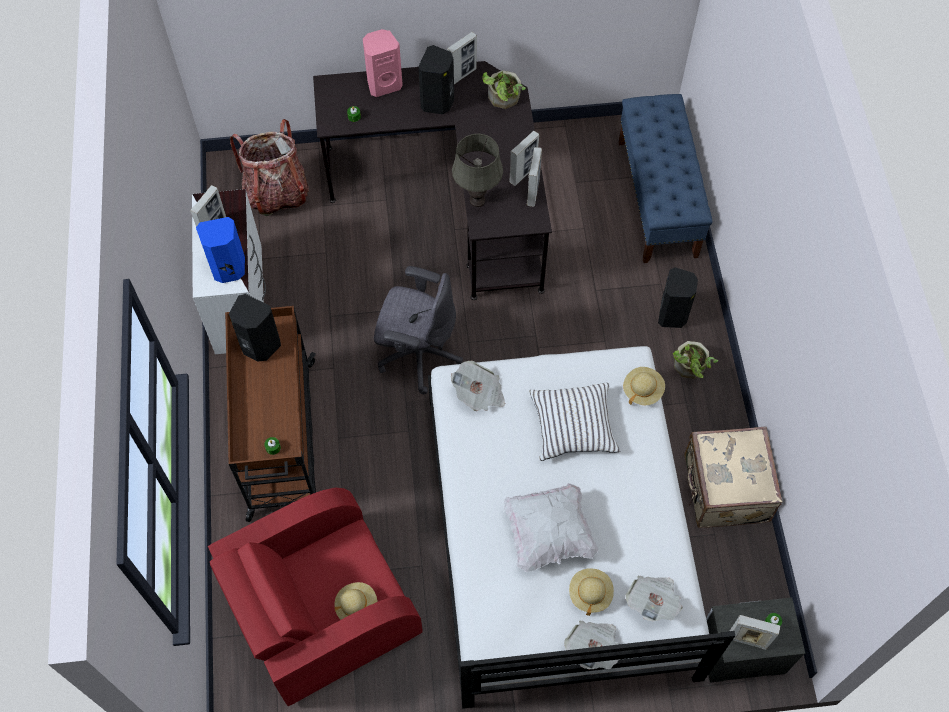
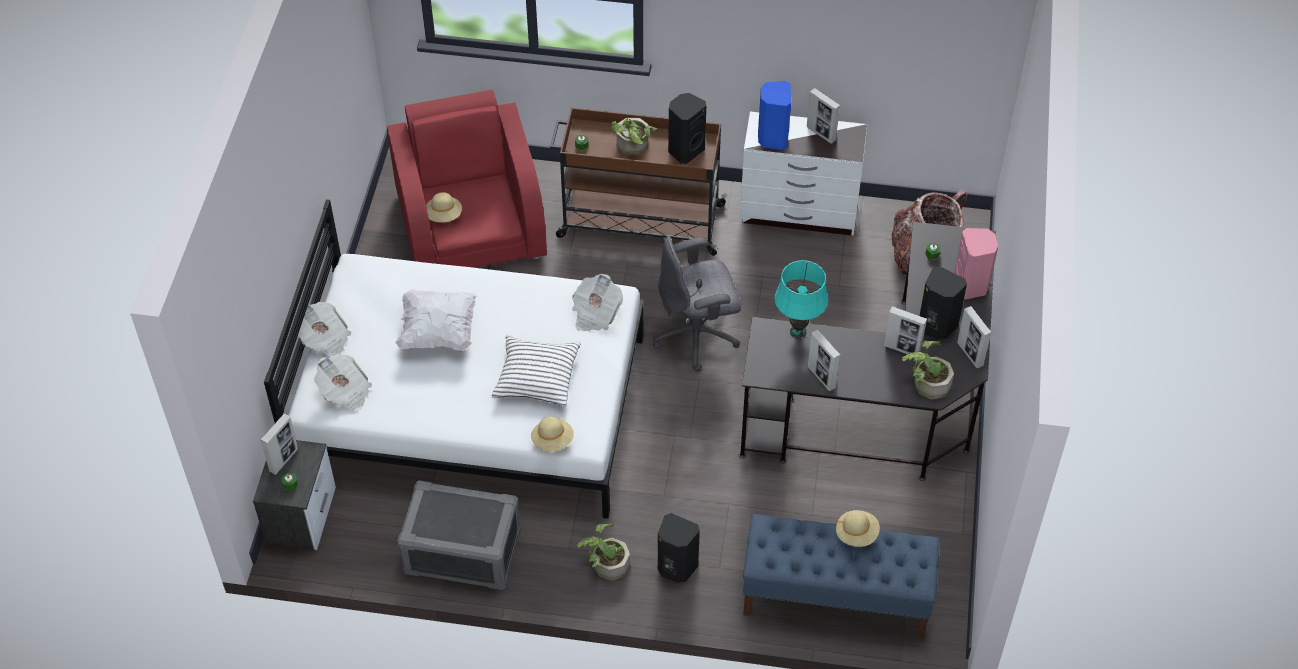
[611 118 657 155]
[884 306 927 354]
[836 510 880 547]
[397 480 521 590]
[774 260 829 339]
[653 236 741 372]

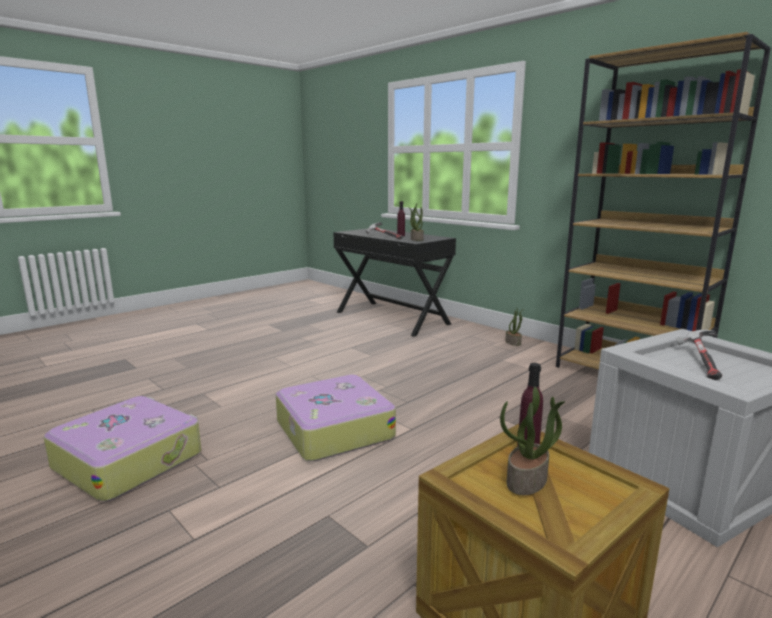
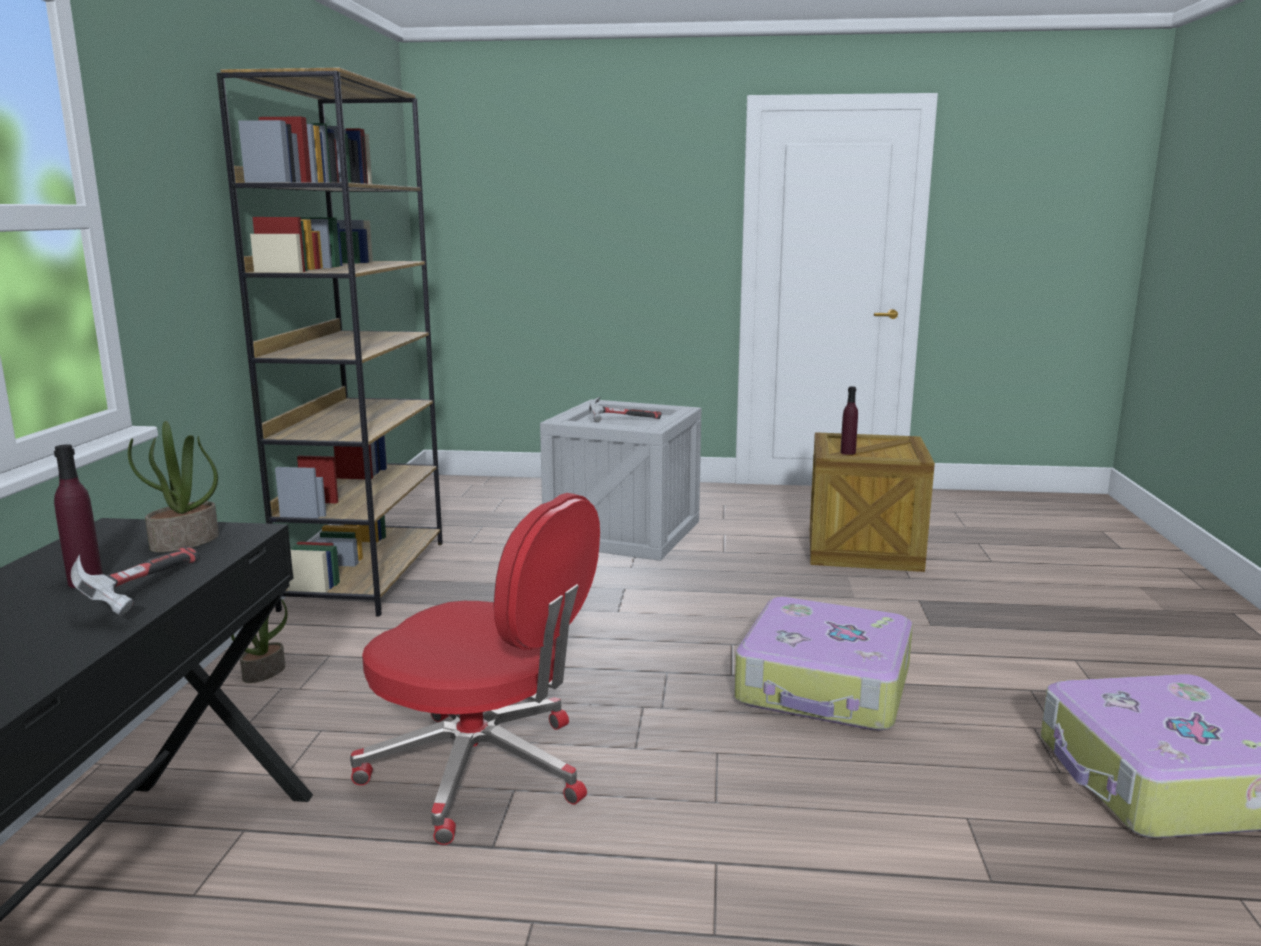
[500 387 565 495] (first image)
[350 493 600 845]

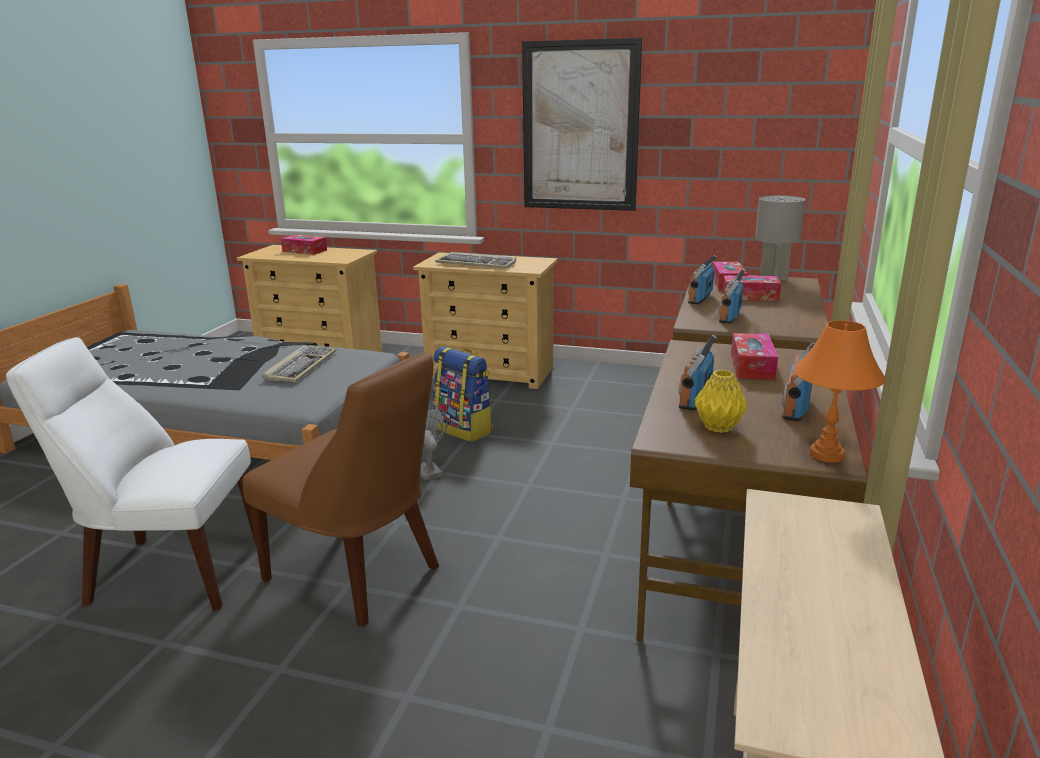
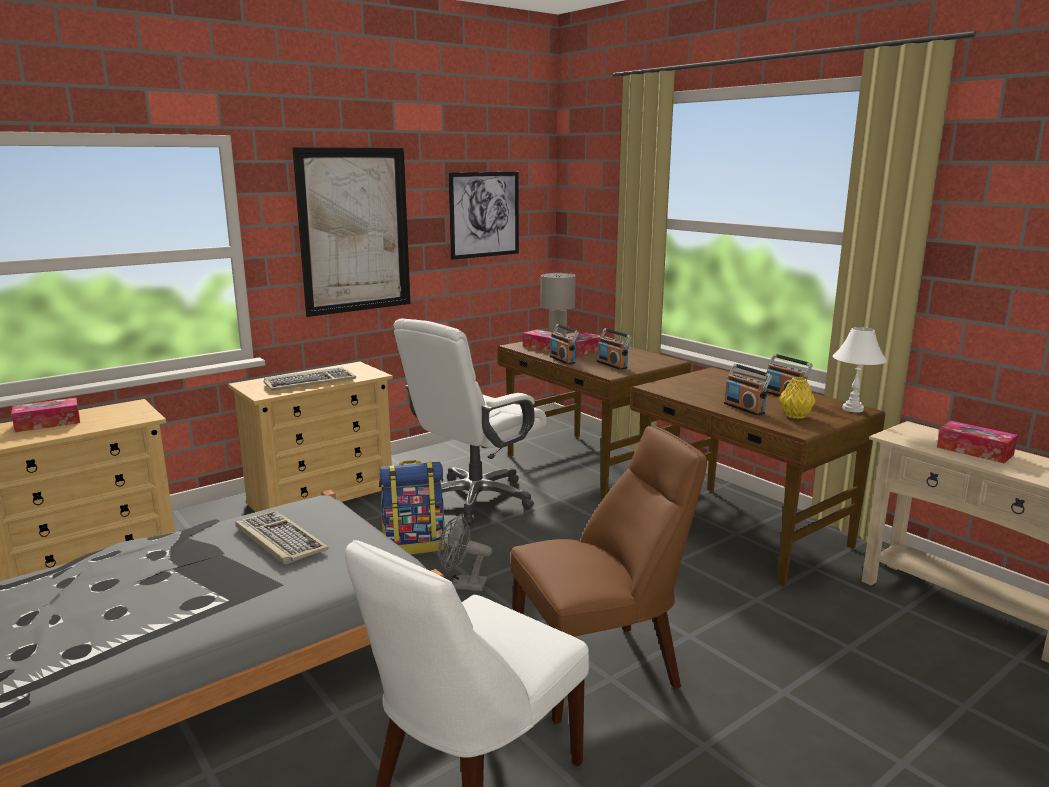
[394 319 547 525]
[449 172 519 260]
[937 421 1018 463]
[833 327 887 412]

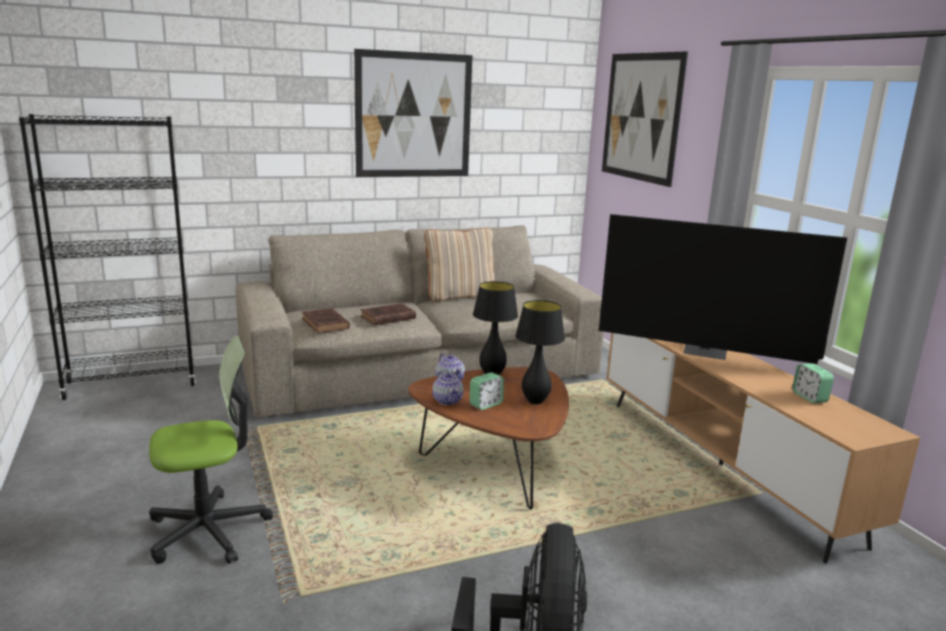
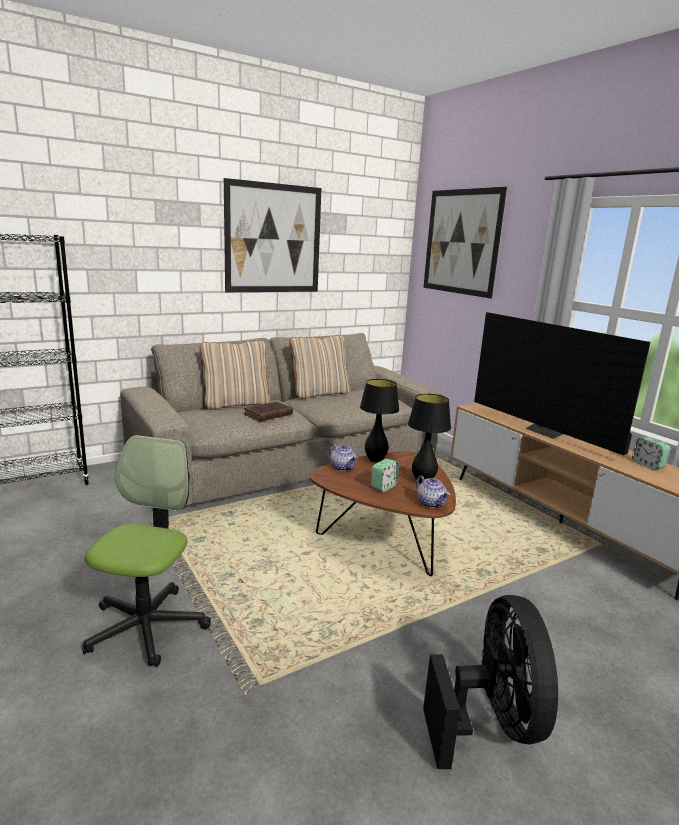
[302 308 350 333] (first image)
[200 340 270 410]
[416 475 450 508]
[82 435 211 667]
[474 312 650 455]

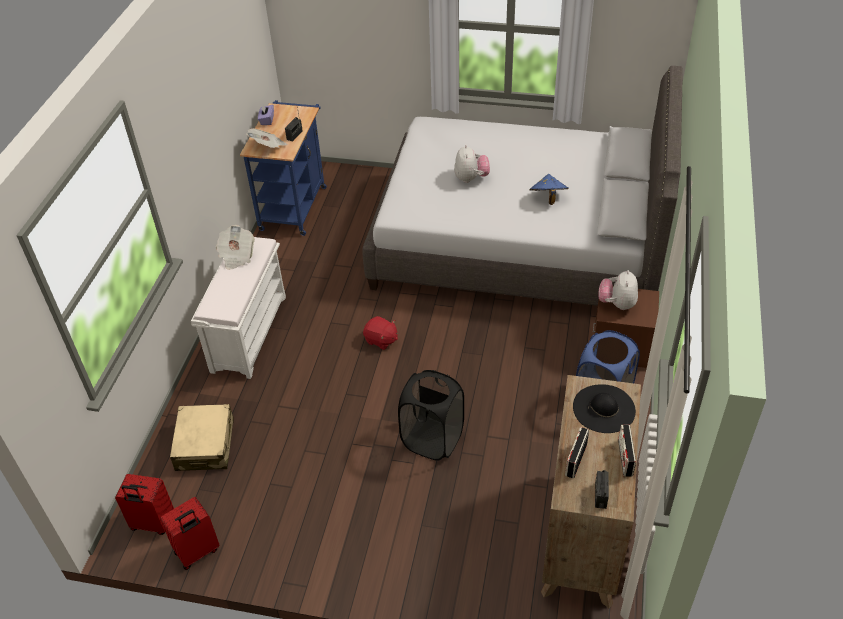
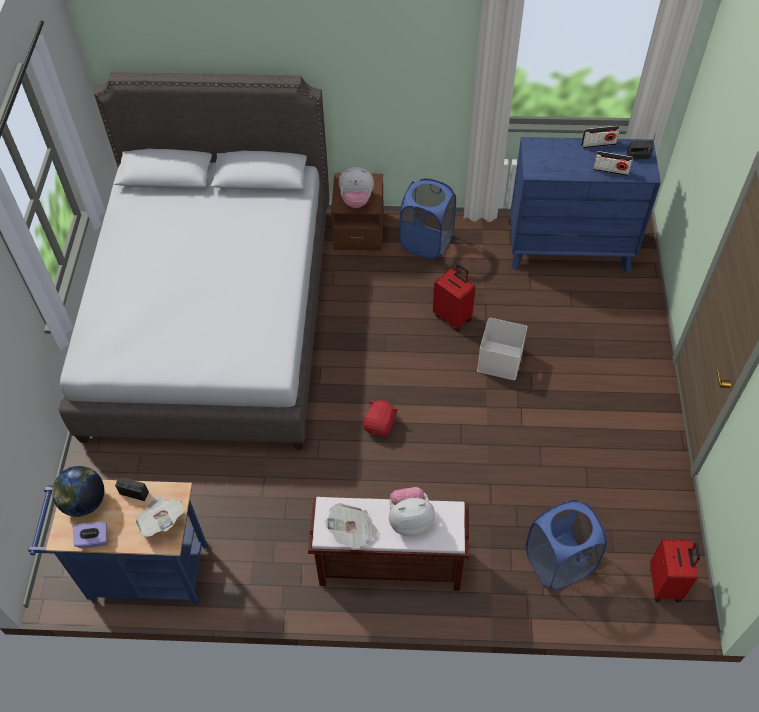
[529 174 569 205] (first image)
[573 384 636 433] (first image)
[52 466 104 517]
[433 264 475 332]
[389 487 435 536]
[526 500 606 590]
[477 318 527 380]
[308 497 469 591]
[509 137 661 273]

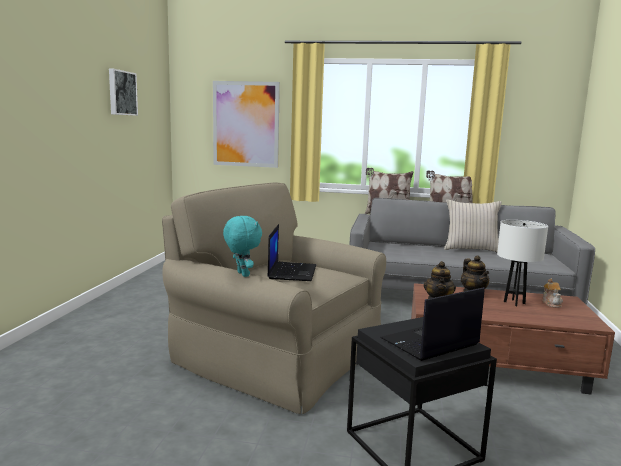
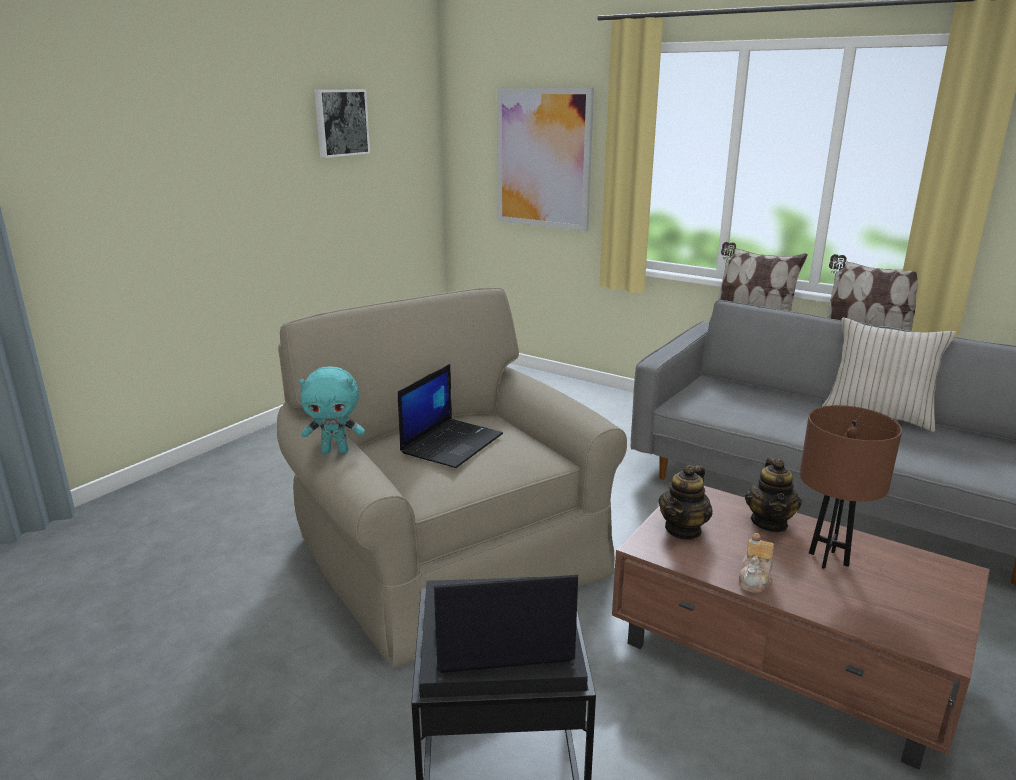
[738 533 774 593]
[800 405 902 569]
[299 366 365 454]

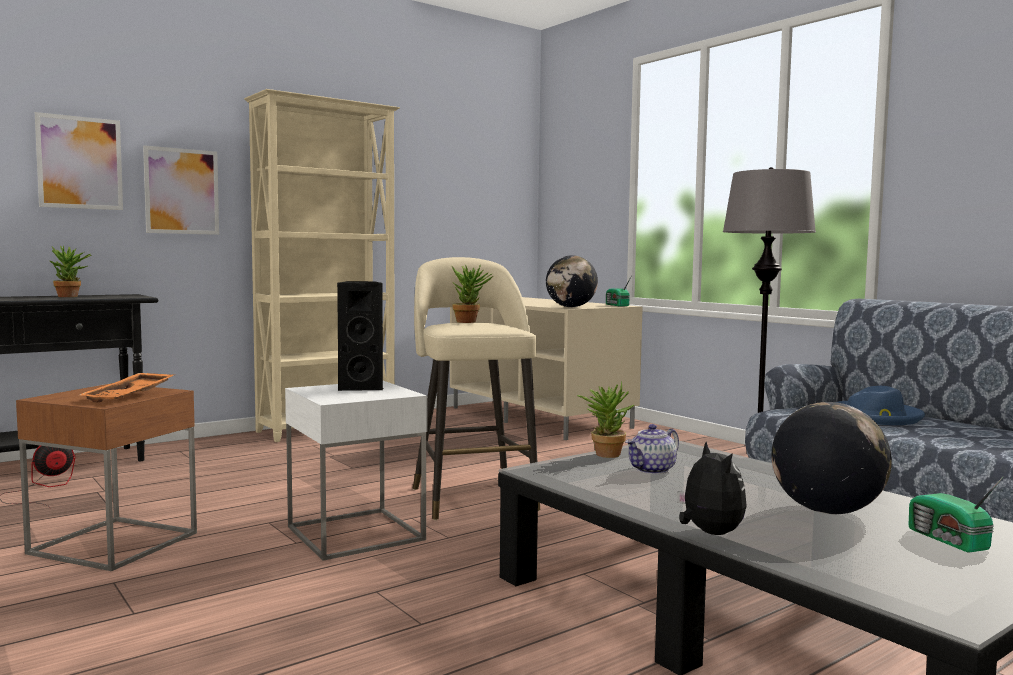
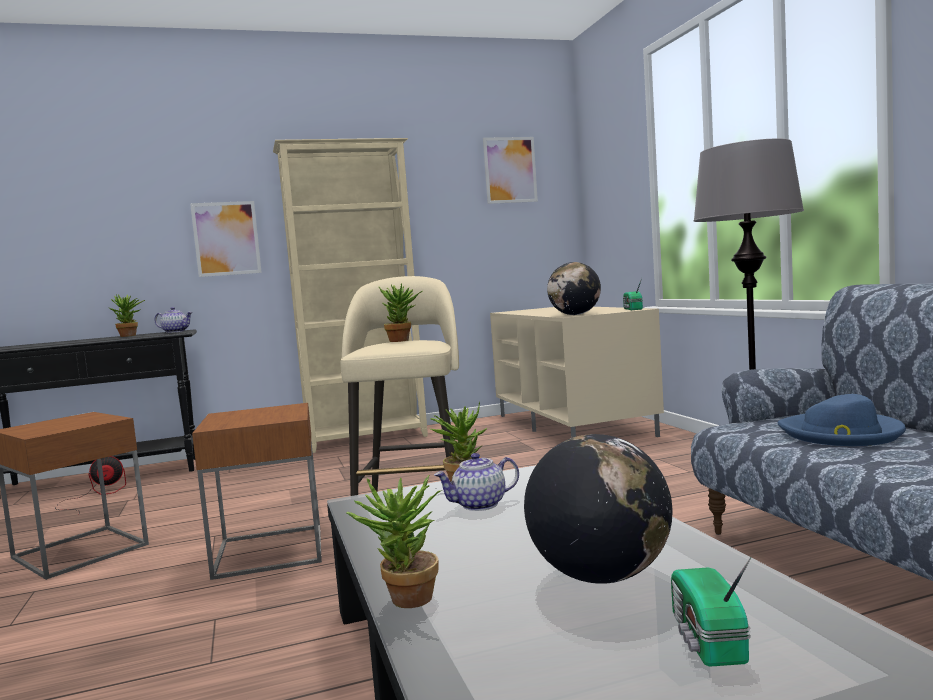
[80 373 174 402] (first image)
[337 281 383 391] (first image)
[154 307 193 333]
[483 137 538 204]
[347 474 442 608]
[192 403 322 580]

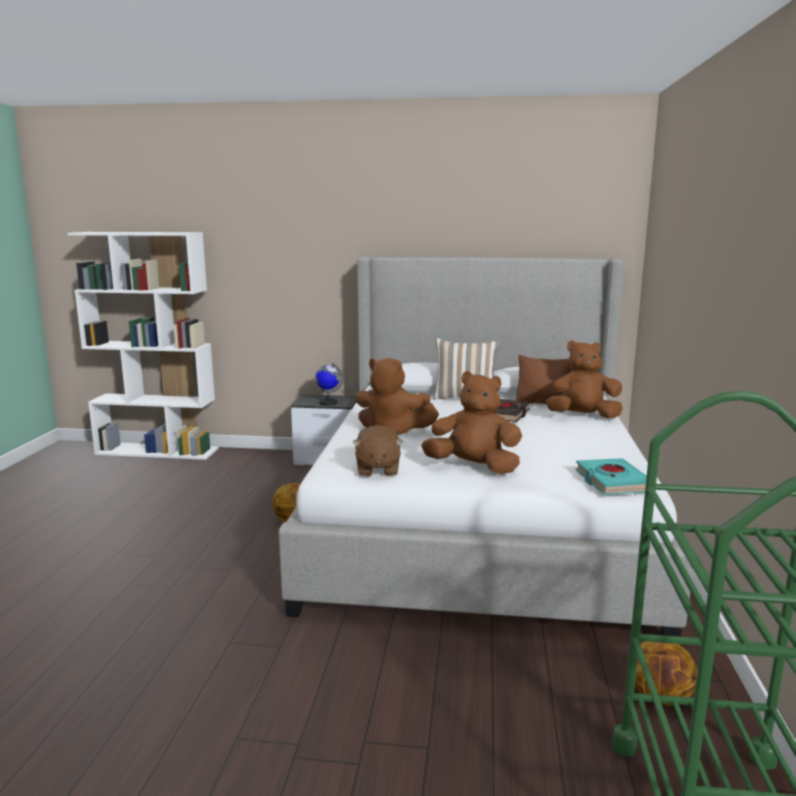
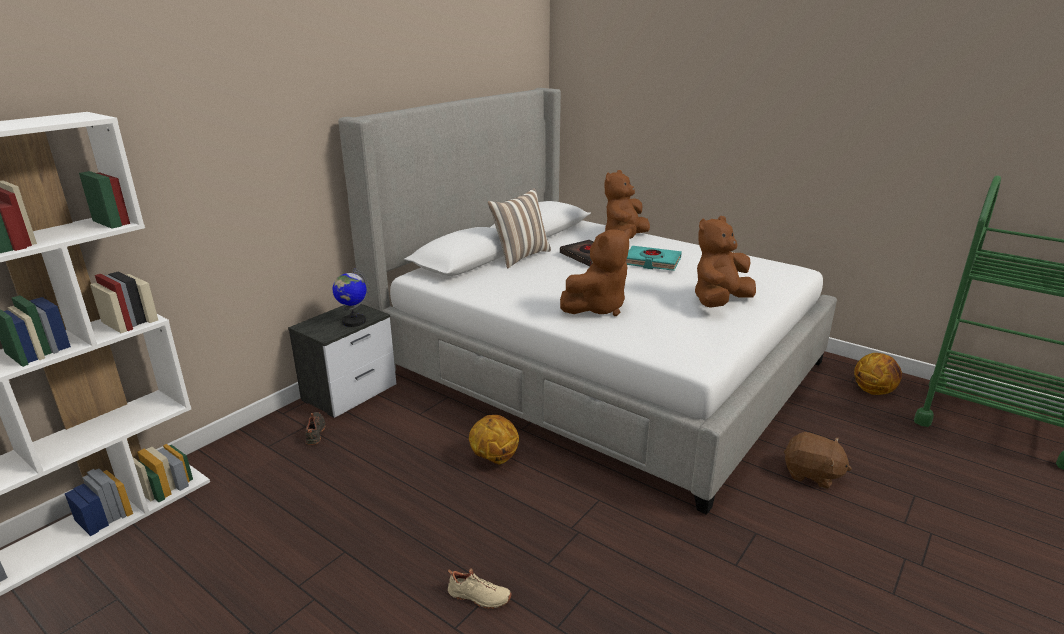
[516 355 573 404] (first image)
[305 412 325 445]
[448 568 511 609]
[784 432 852 489]
[626 246 682 271]

